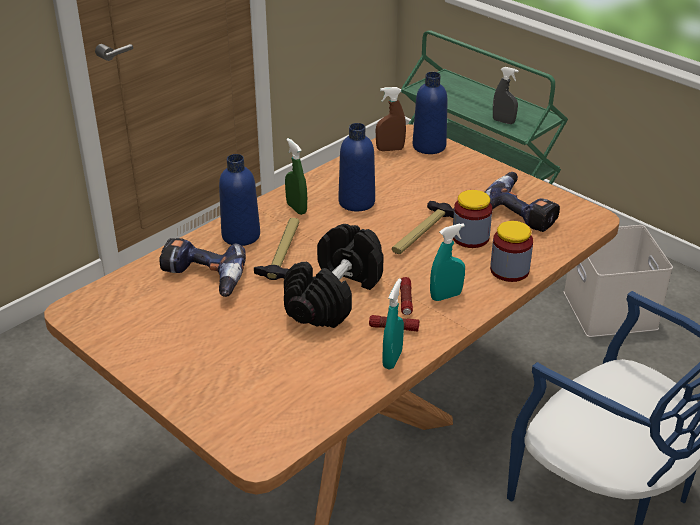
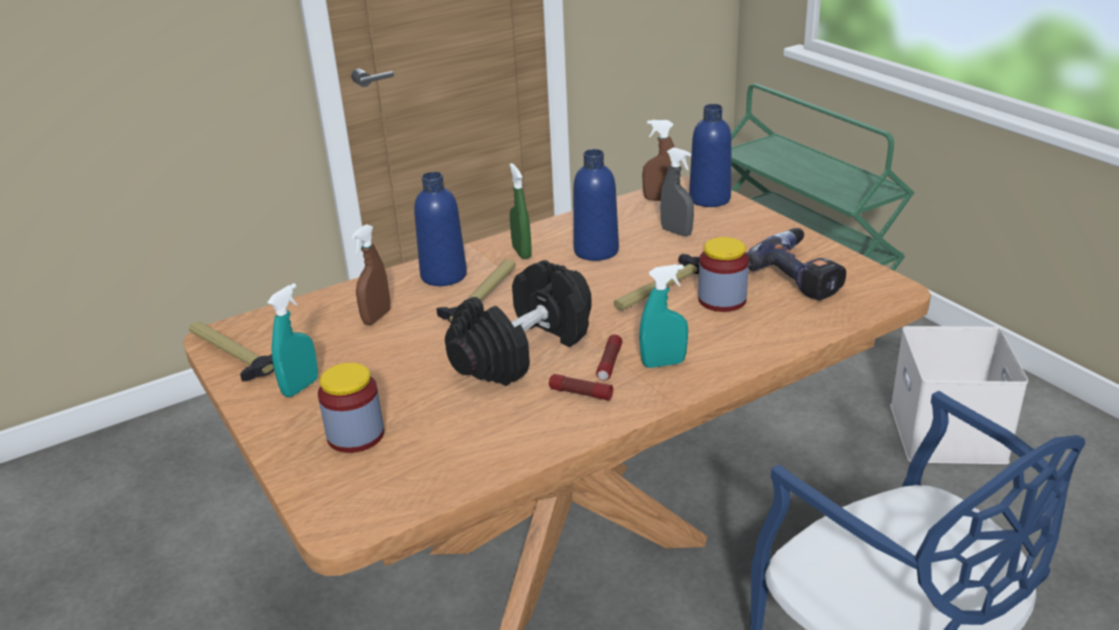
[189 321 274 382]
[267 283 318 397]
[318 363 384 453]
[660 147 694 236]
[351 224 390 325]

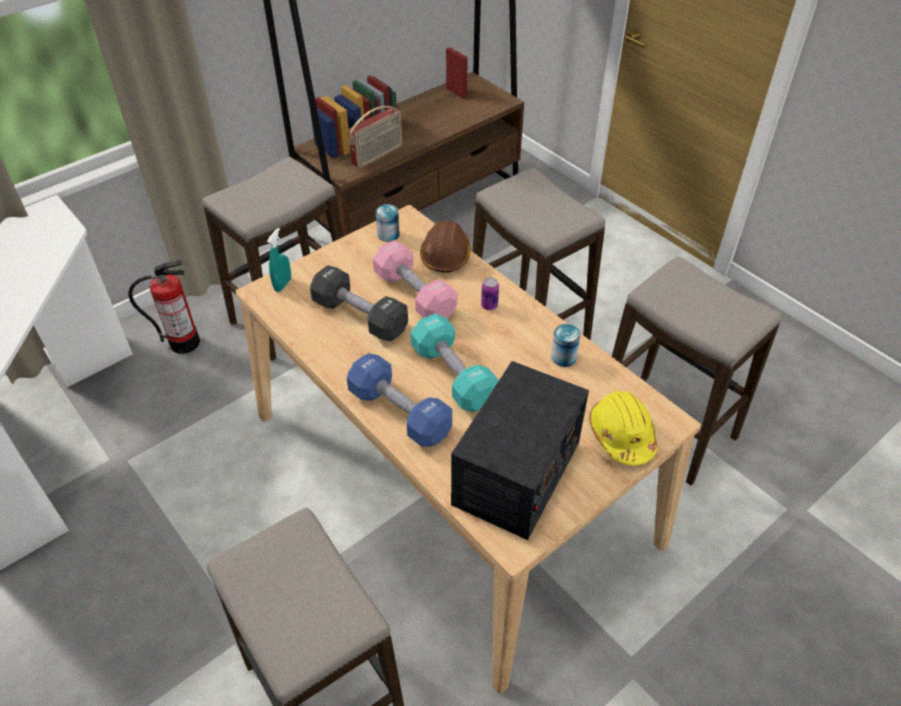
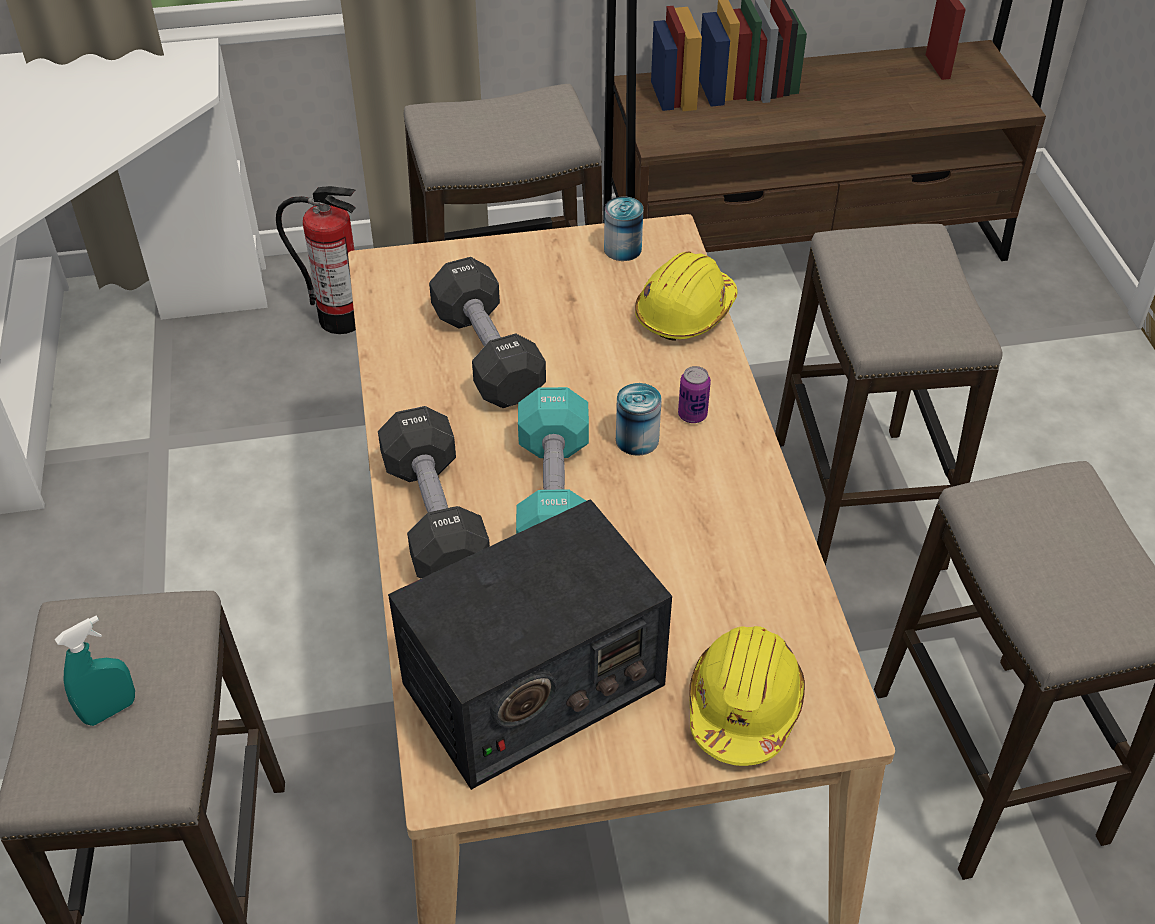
[348 106 402 168] (first image)
[373 240 457 318] (first image)
[55 616 135 726]
[616 383 662 456]
[378 406 490 579]
[635 252 737 341]

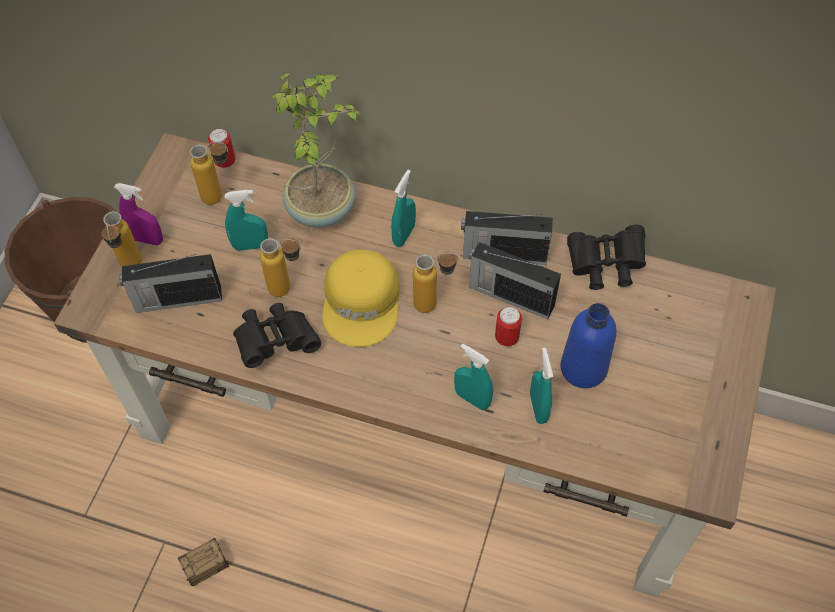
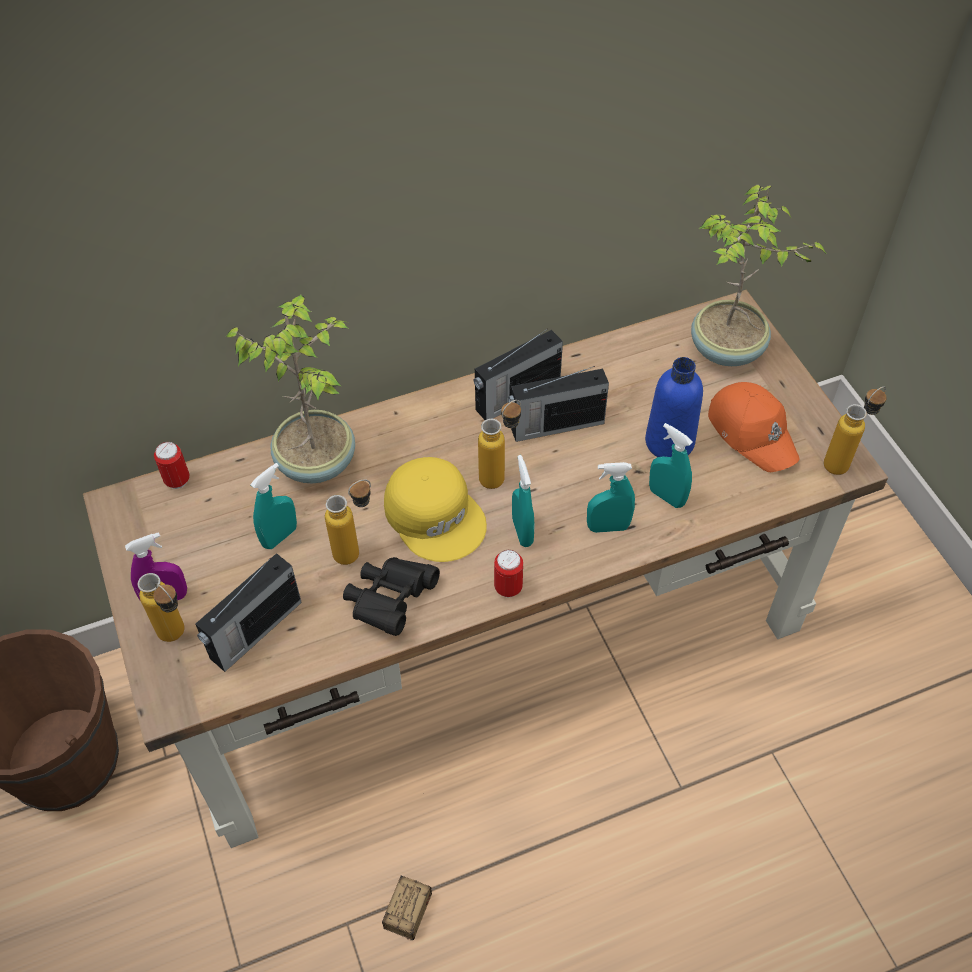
[567 225 646 290] (first image)
[691 185 827 366]
[708 382 800 472]
[824 386 887 475]
[512 455 534 547]
[494 550 523 597]

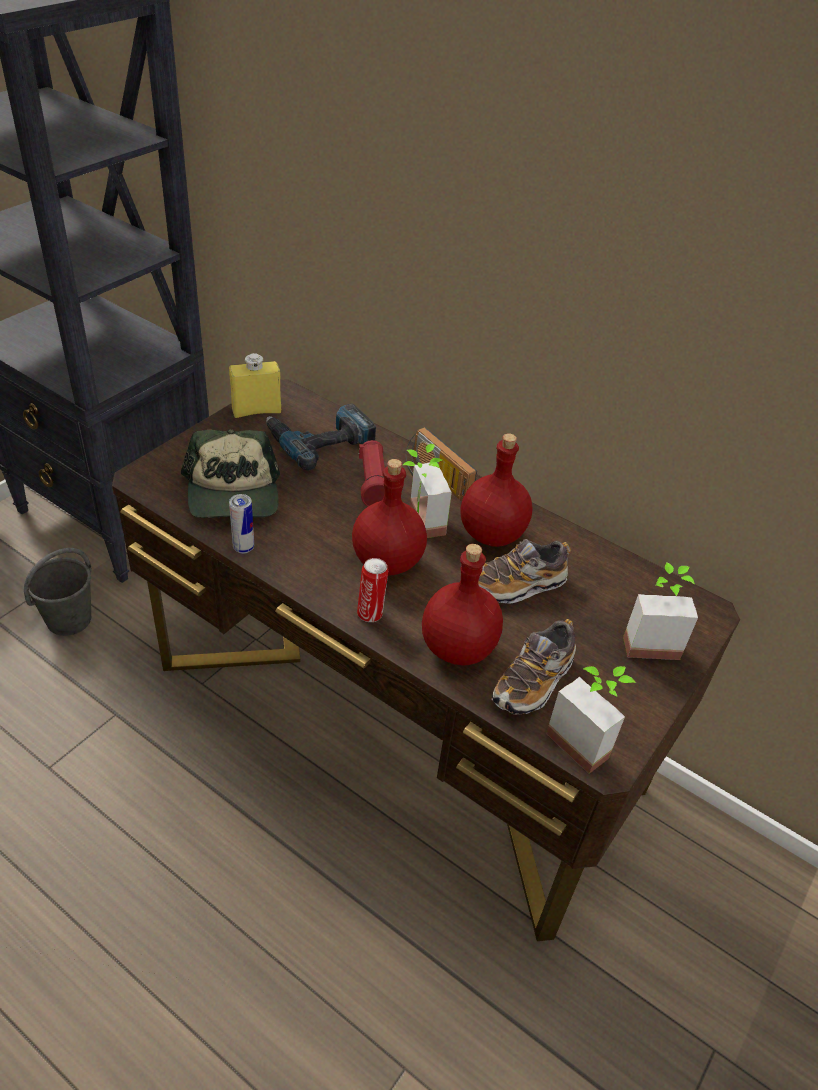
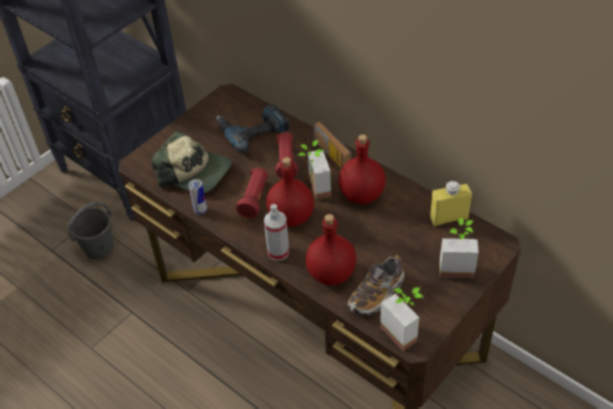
[478 539 571 604] (first image)
[236 168 268 218]
[430 181 472 226]
[264 204 289 261]
[151 131 232 193]

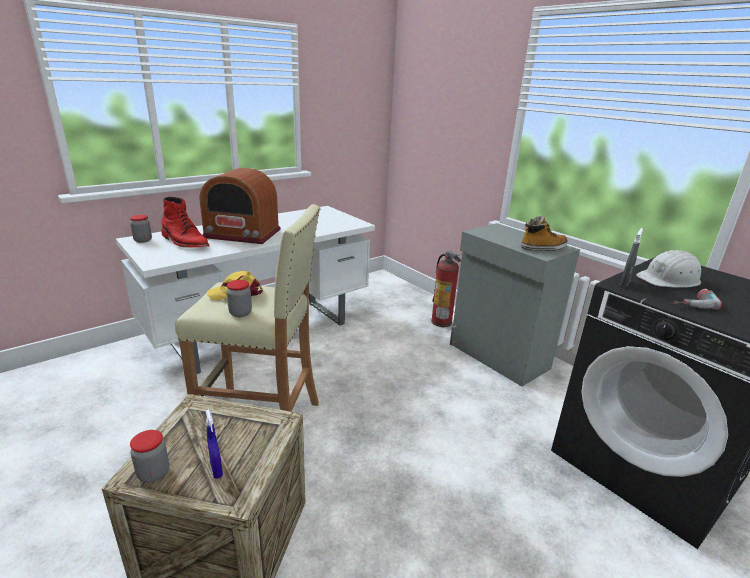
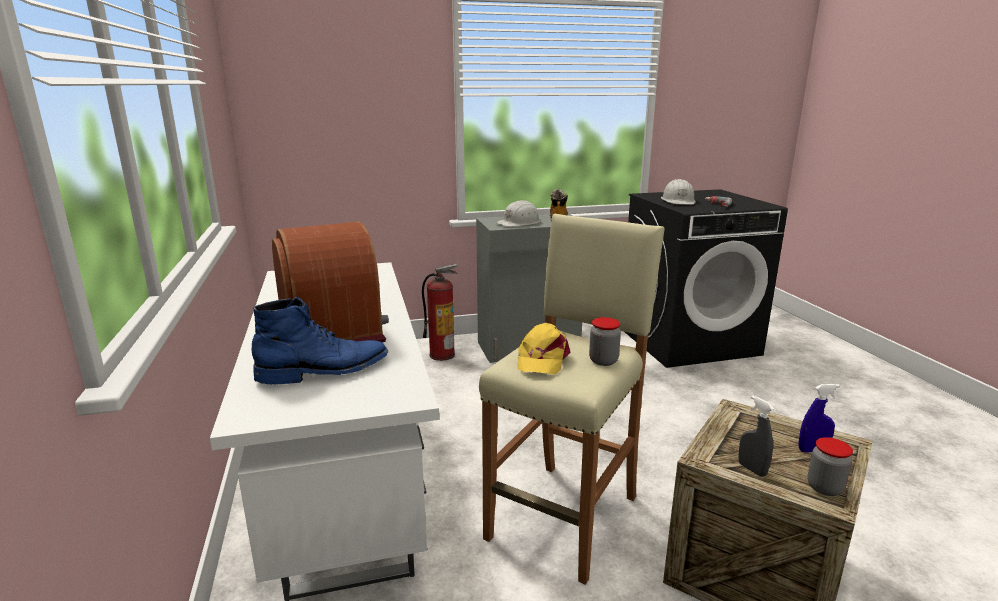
[130 215 152 243] (first image)
[496 200 540 227]
[738 396 774 477]
[252 297 388 385]
[272 222 389 342]

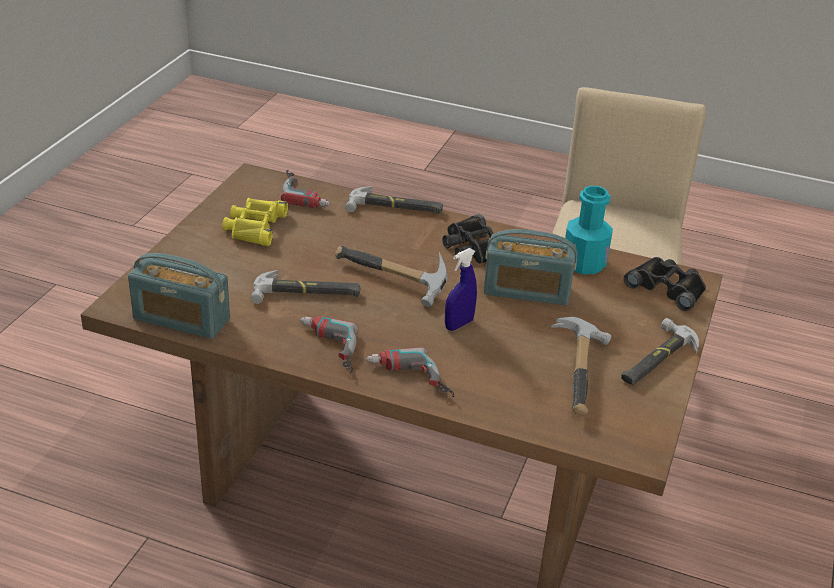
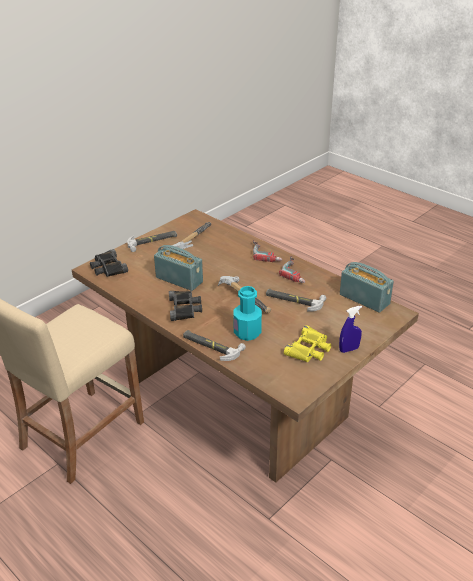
[281 170 331 208] (first image)
[339 306 362 353]
[233 286 262 341]

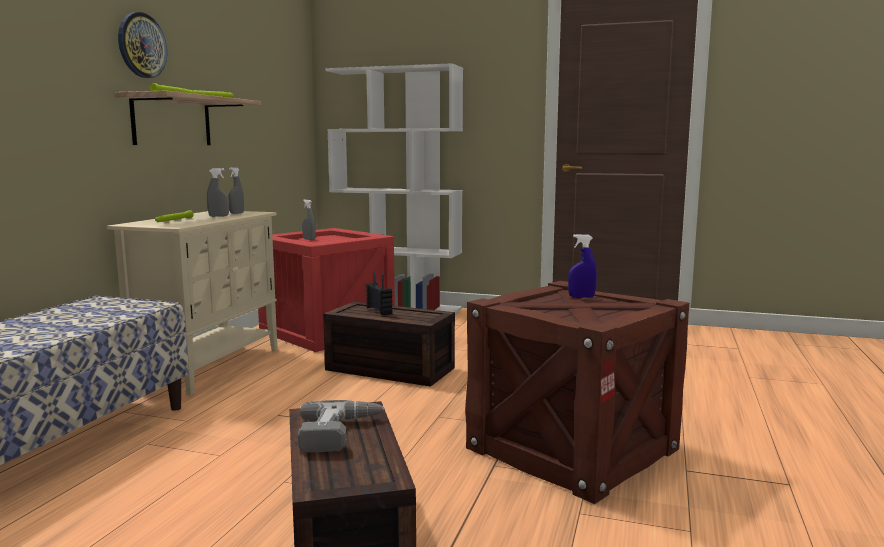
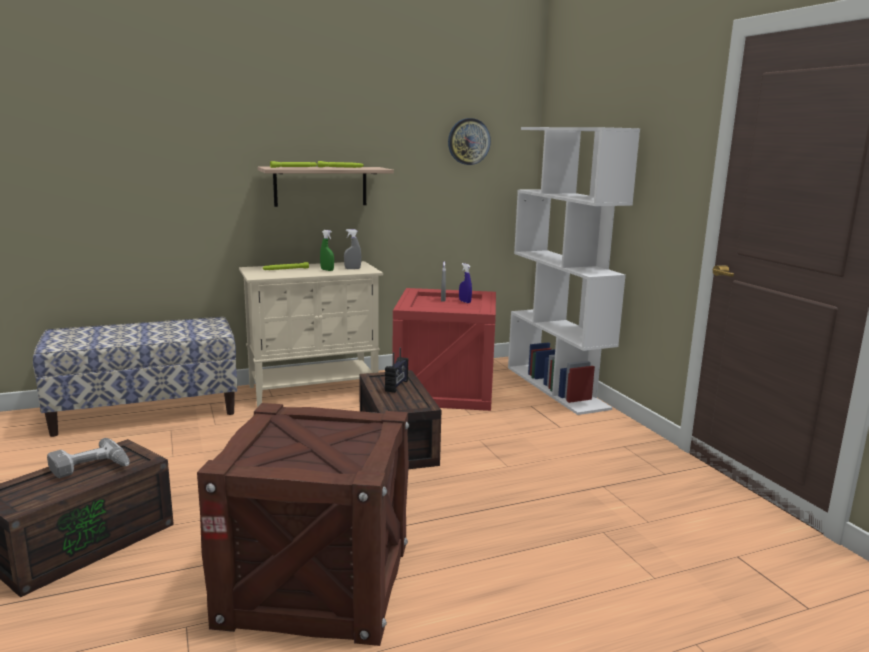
[448 118 491 165]
[459 263 472 303]
[320 230 334 271]

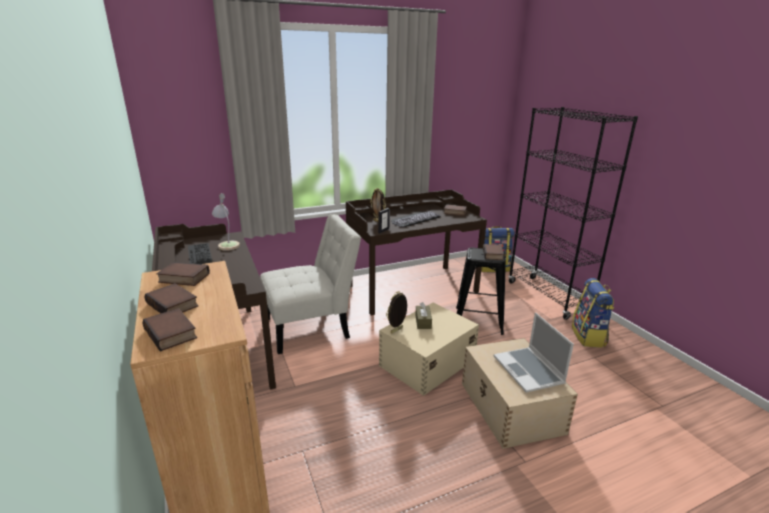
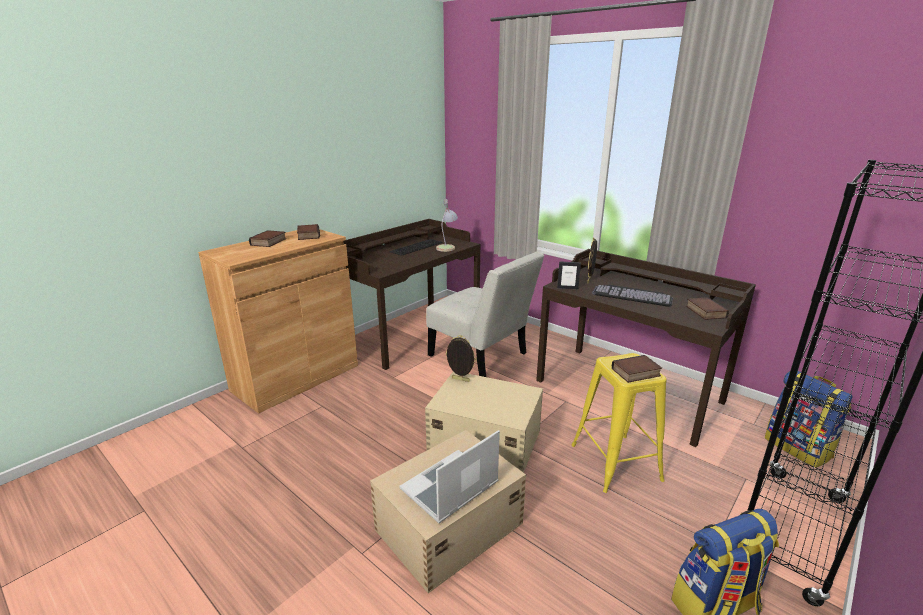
[143 308 197 352] (first image)
[415 302 432 329] (first image)
[572 353 667 493]

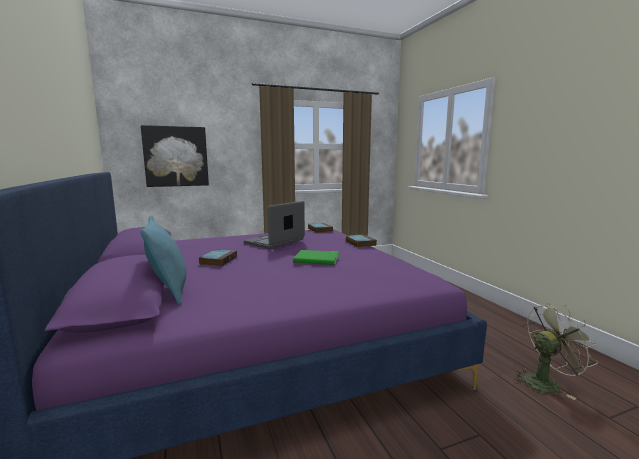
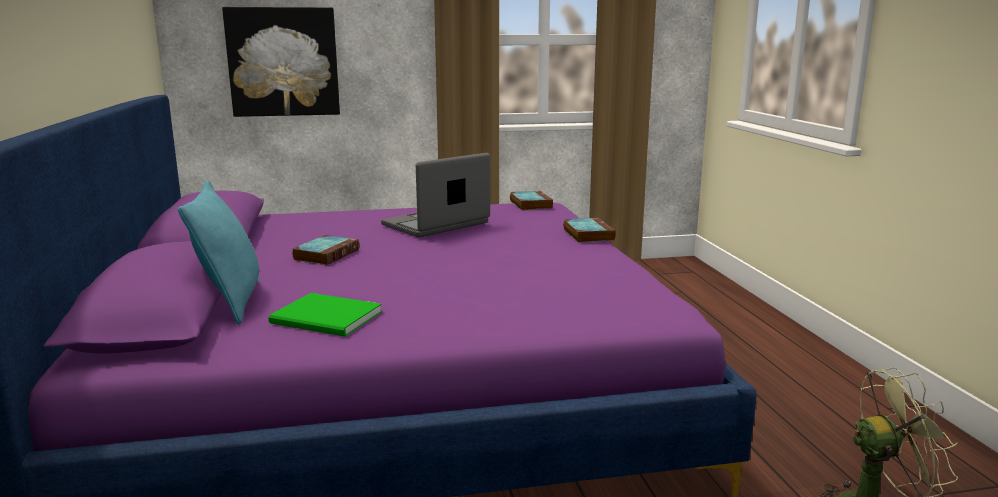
[268 293 382 337]

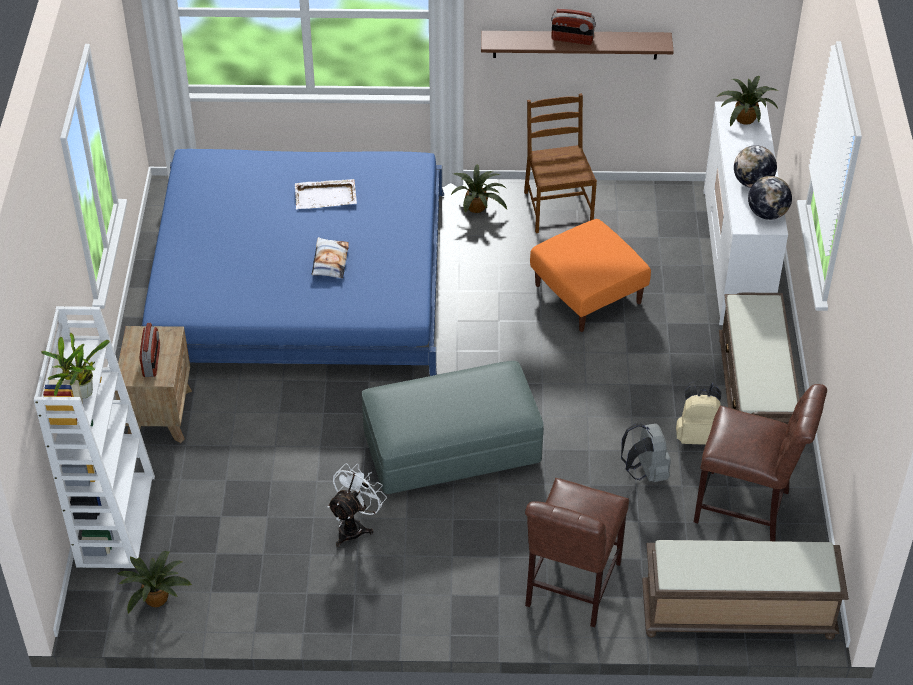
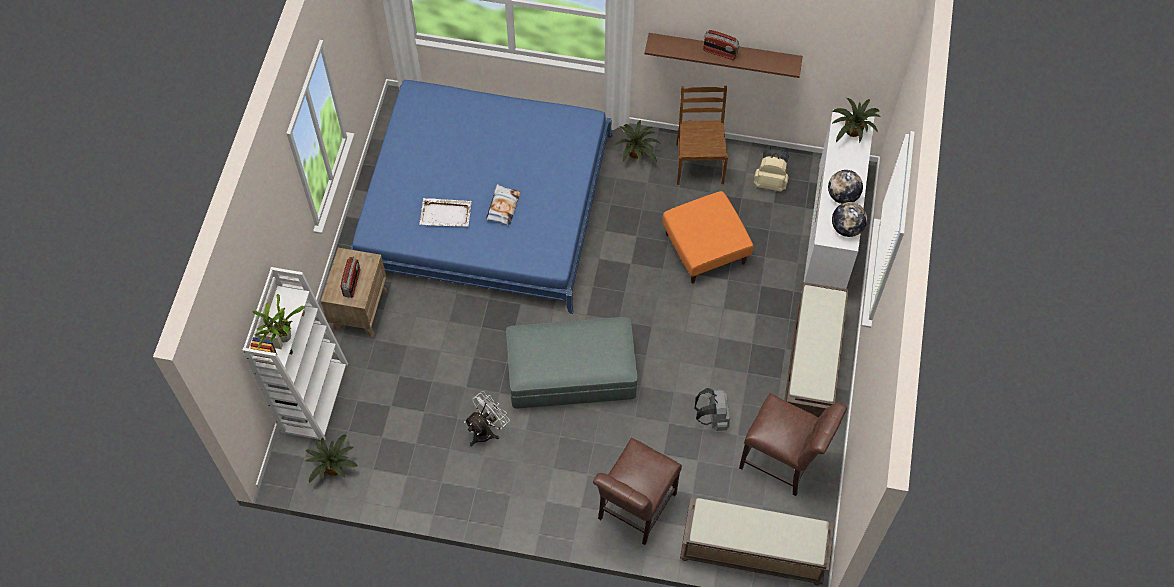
[419 198 472 227]
[754 146 789 192]

